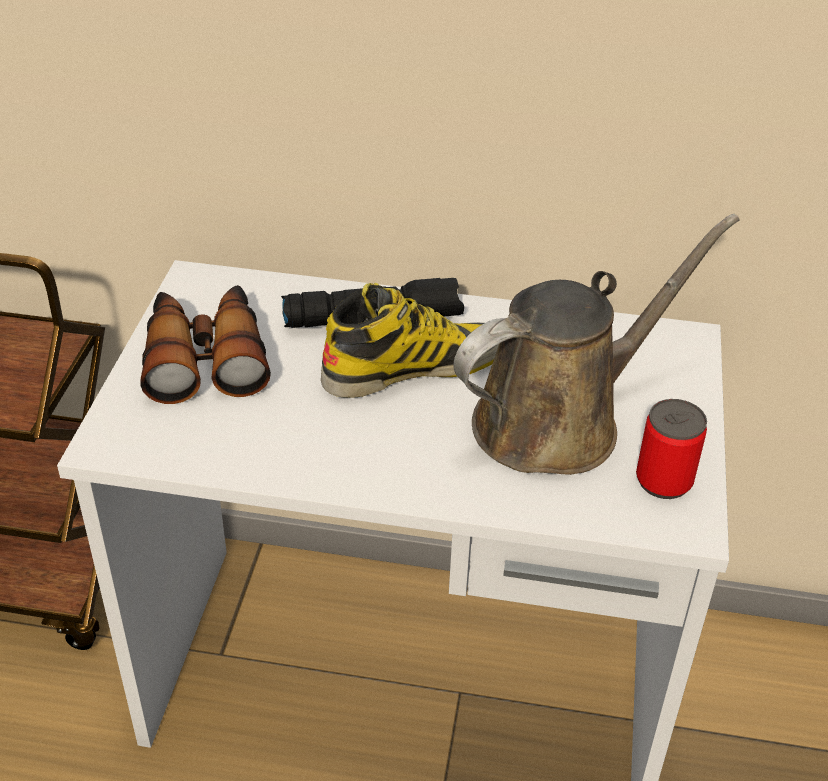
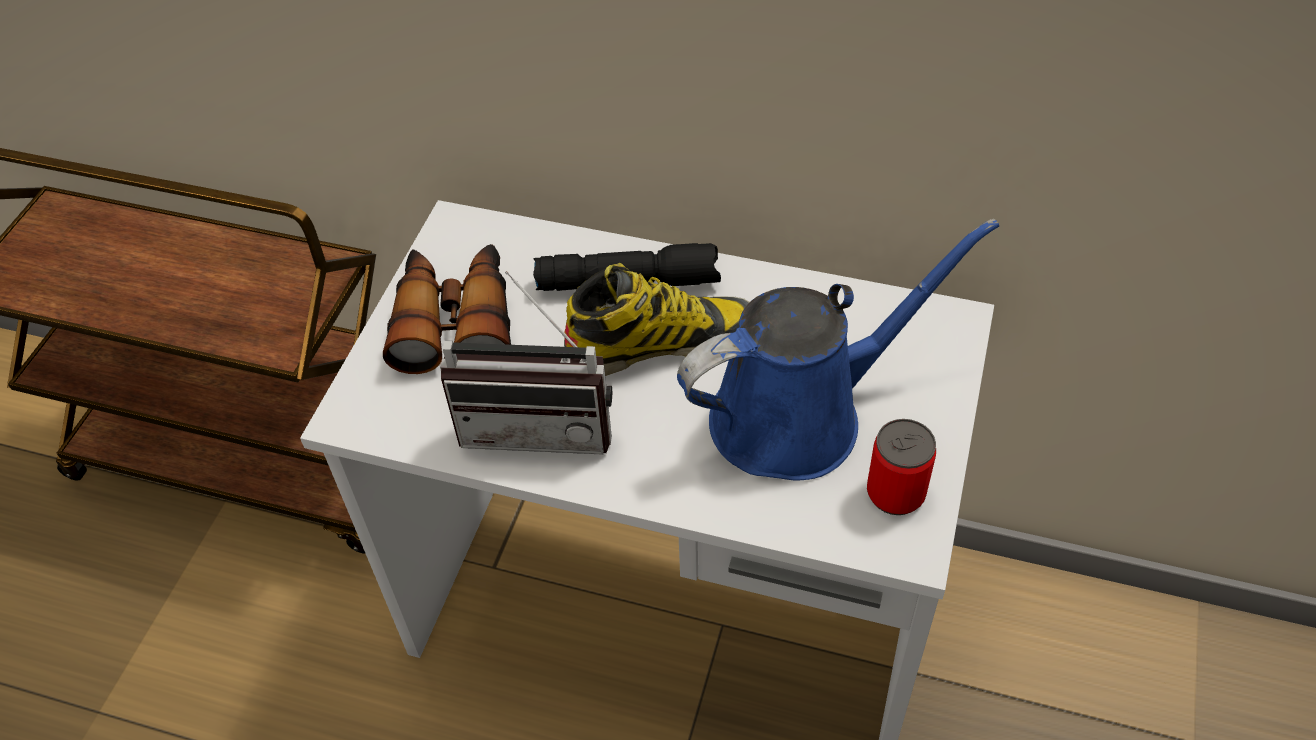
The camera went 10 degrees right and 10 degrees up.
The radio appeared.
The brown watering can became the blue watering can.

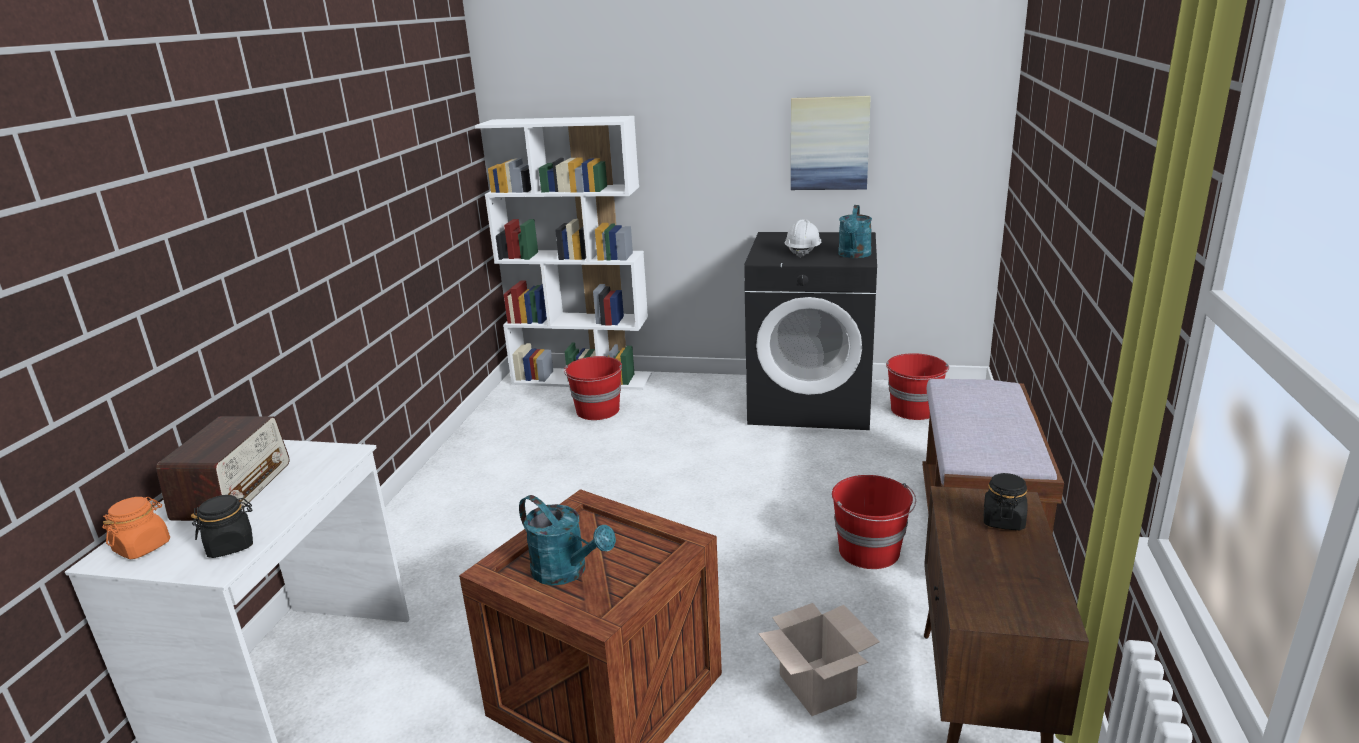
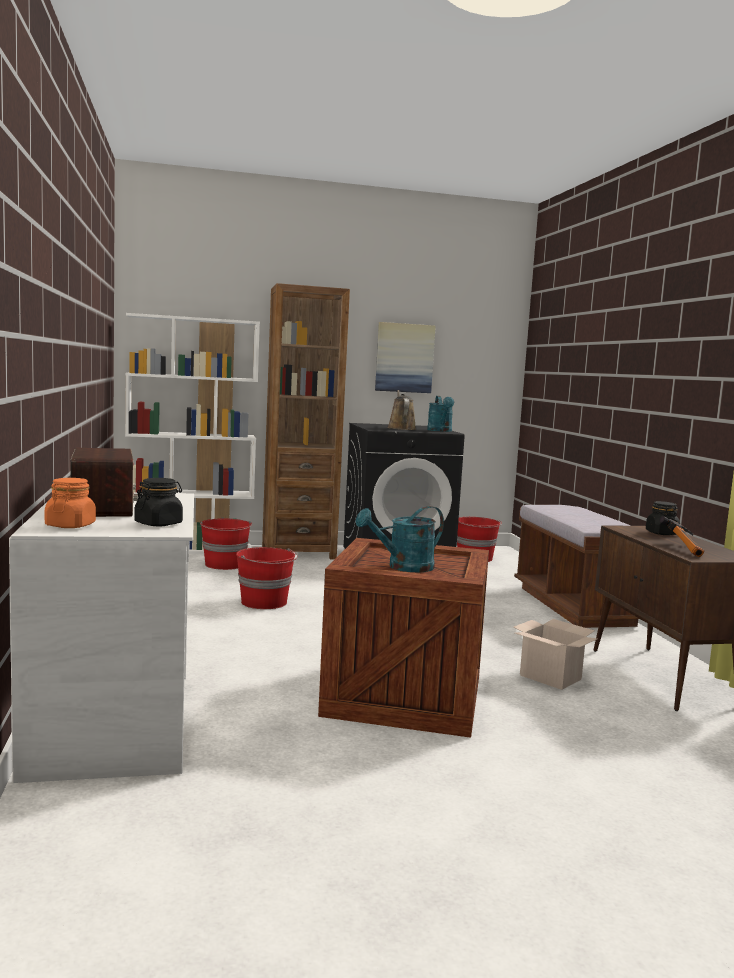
The camera went 25 degrees left and 15 degrees down.
The red bucket (2nd from left) moved.
The brown bookcase appeared.
The turquoise watering can (1st from left) turned 135 degrees clockwise.
The white hard hat was replaced by the brown watering can.
The hammer appeared.

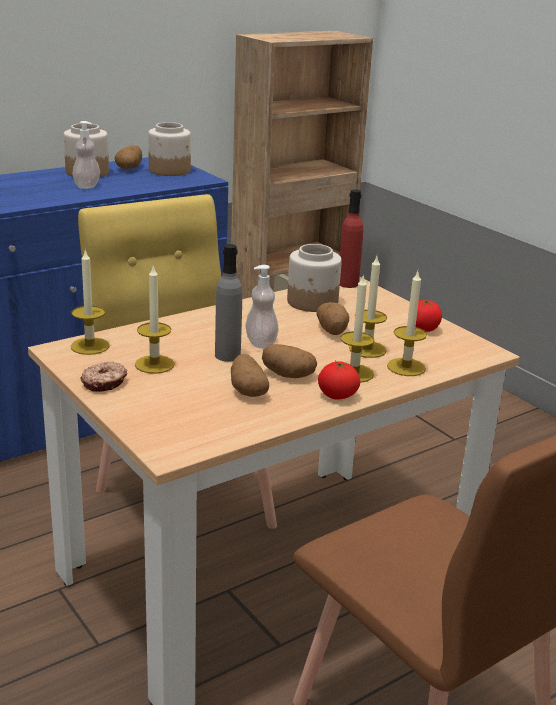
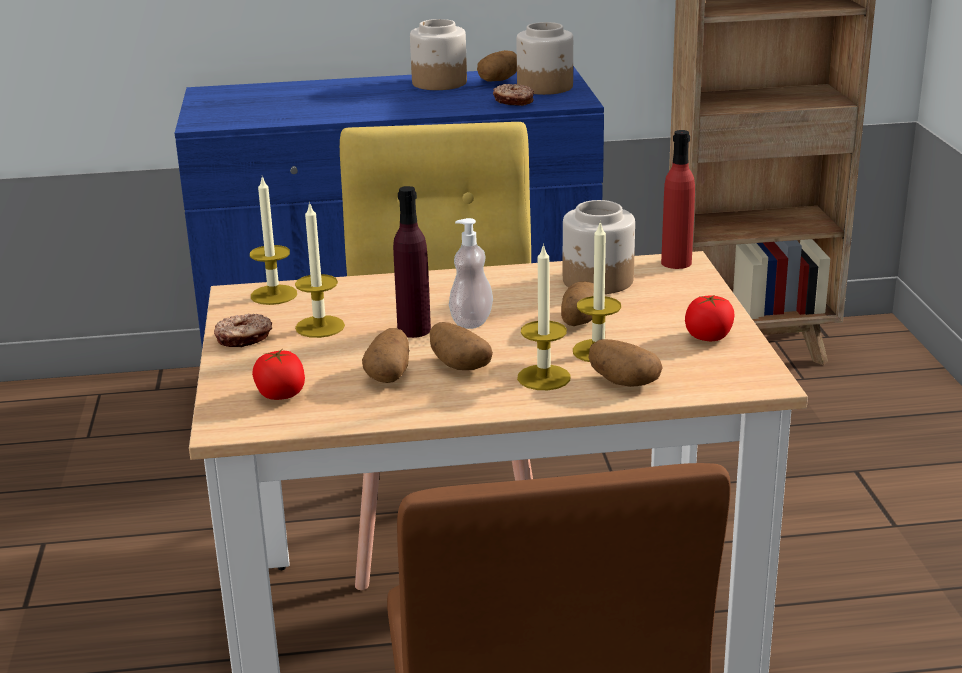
The camera went 30 degrees right and 0 degrees up.
The tomato (1st from left) moved.
The grey bottle became the purple bottle.
The donut (2nd from left) appeared.
The candle (5th from left) was replaced by the potato (5th from left).
The soap dispenser (1st from left) disappeared.

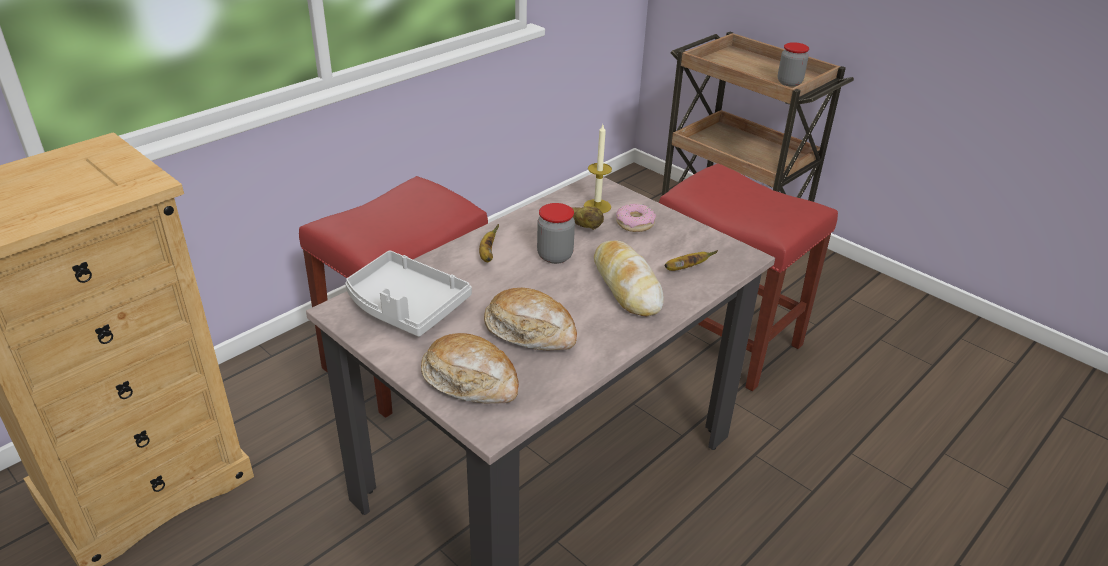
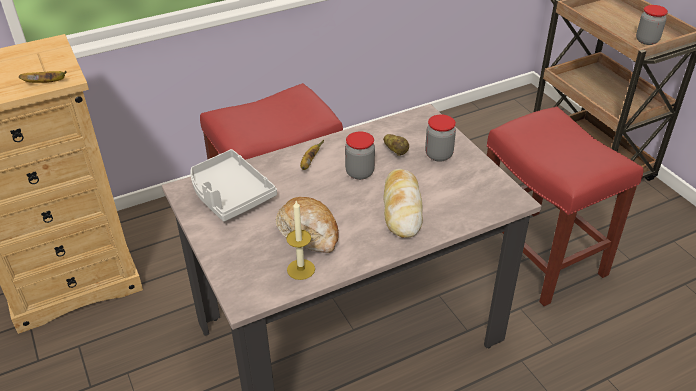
The camera went 20 degrees right and 5 degrees up.
The banana (2nd from left in the first image) moved.
The candle moved.
The donut was replaced by the jar (2nd from left).
The bread (1st from left) disappeared.

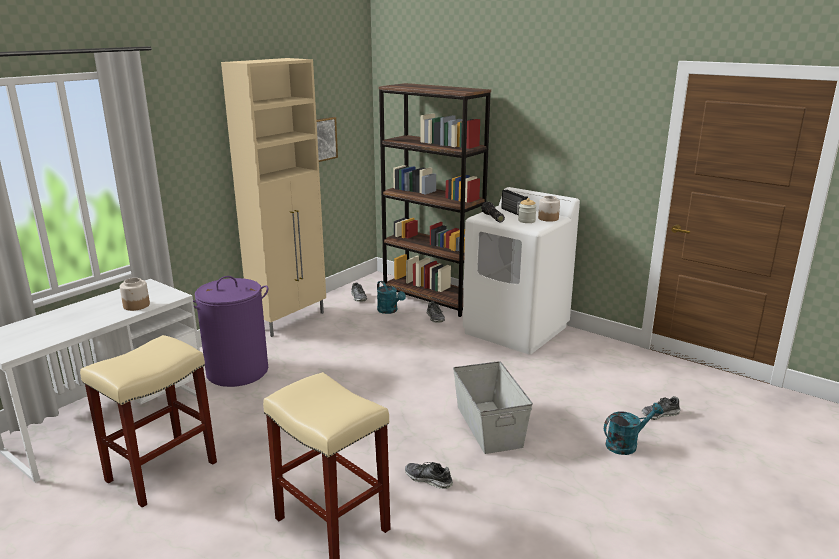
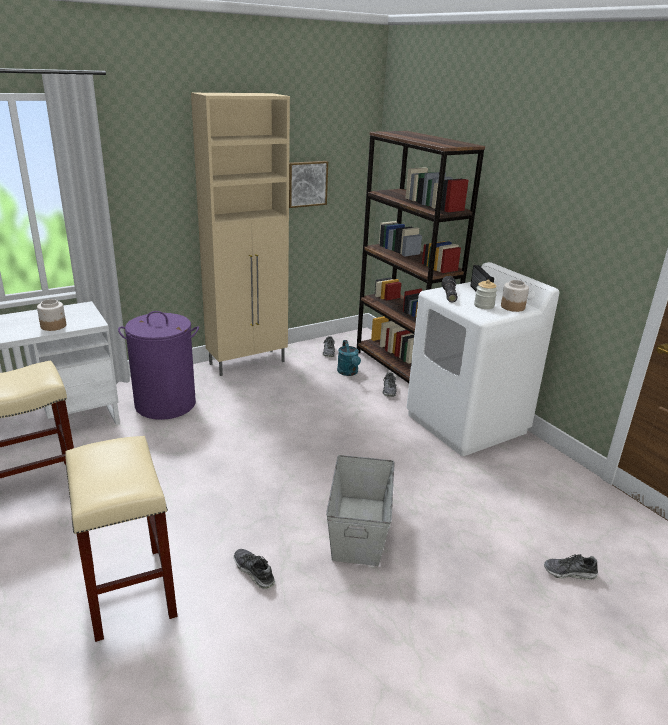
The camera went 20 degrees right and 5 degrees up.
The turquoise watering can (2nd from left) disappeared.

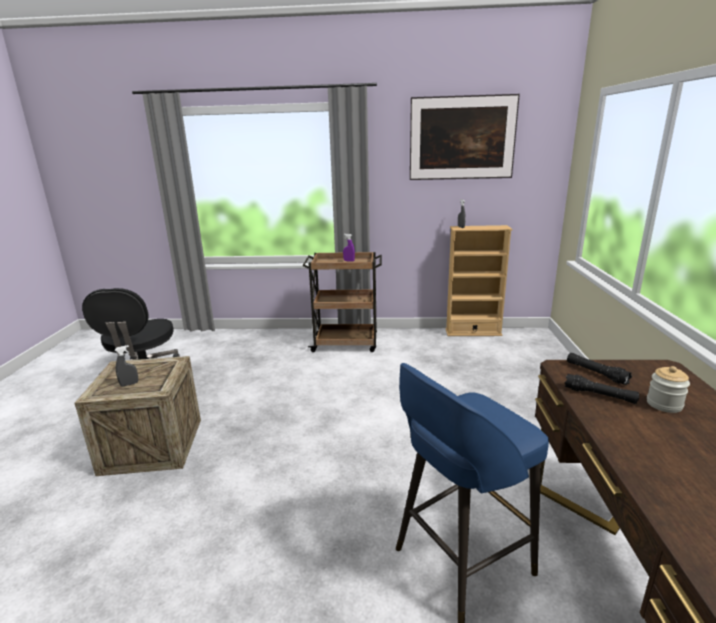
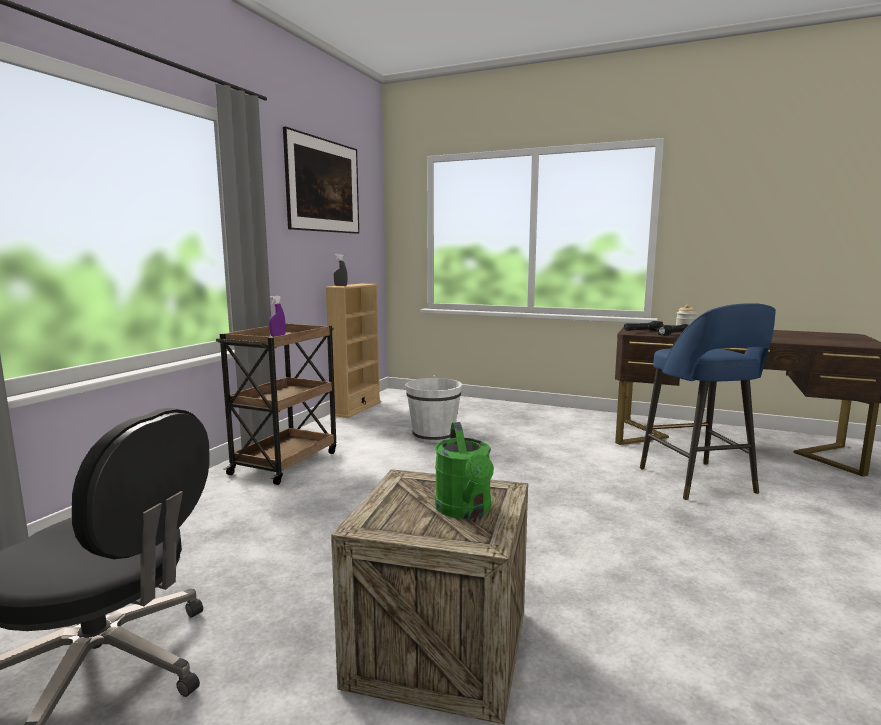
The camera went 70 degrees left and 10 degrees down.
The white bucket appeared.
The grey spray bottle (1st from left) was replaced by the green watering can.

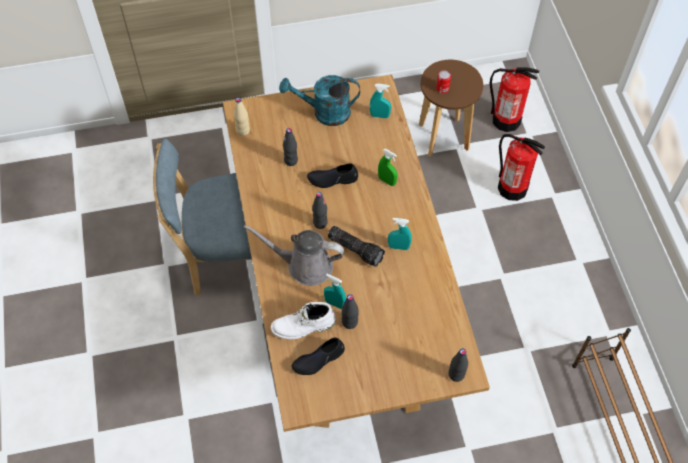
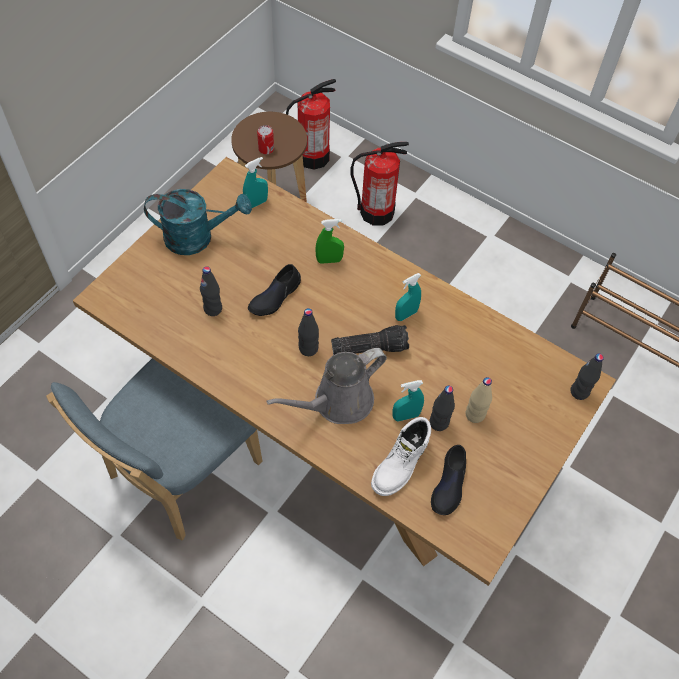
The camera went 45 degrees left and 0 degrees up.
The turquoise watering can turned 135 degrees counterclockwise.
The beige bottle moved.

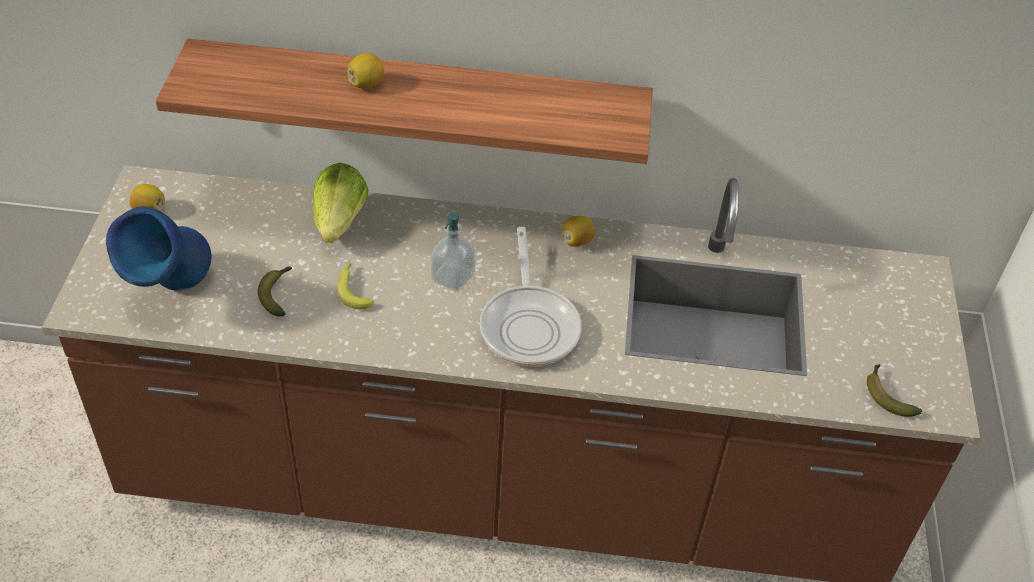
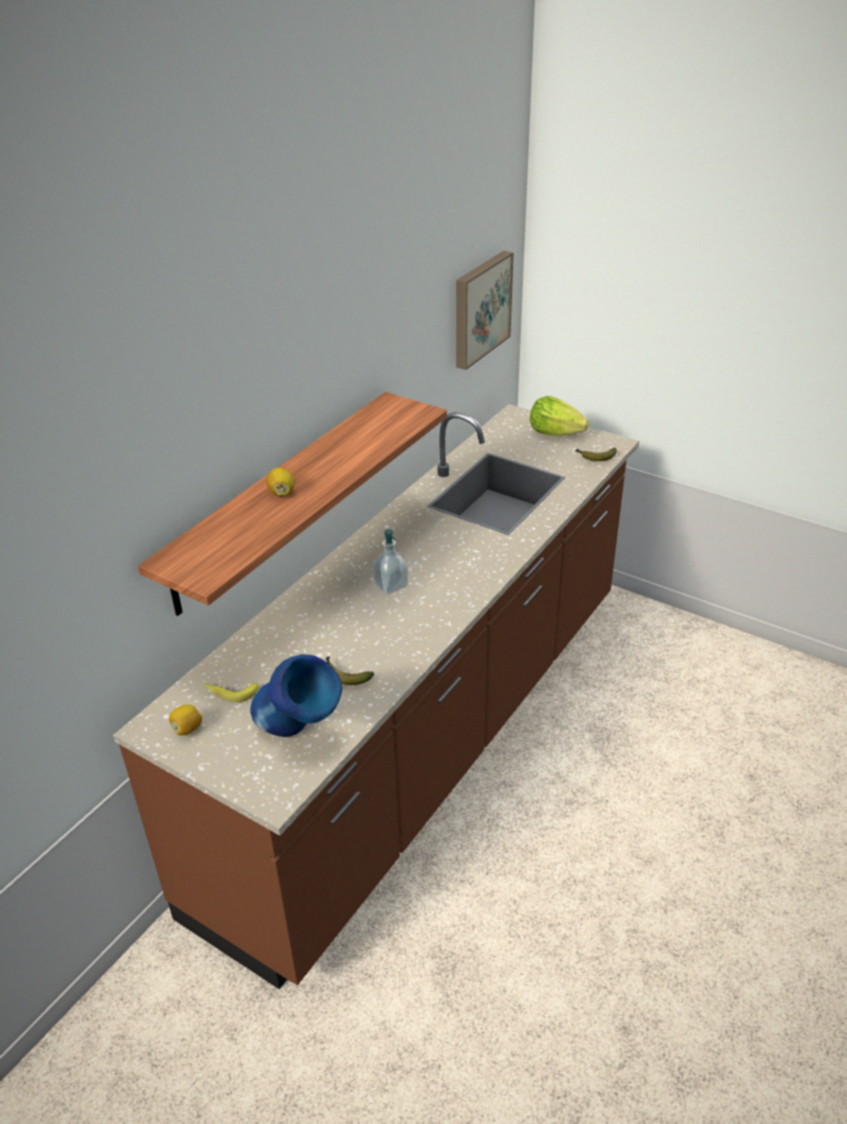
The camera went 60 degrees left and 10 degrees down.
The banana (2nd from left in the first image) moved.
The picture appeared.
The lettuce moved.
The frying pan disappeared.
The lemon (3rd from left) disappeared.

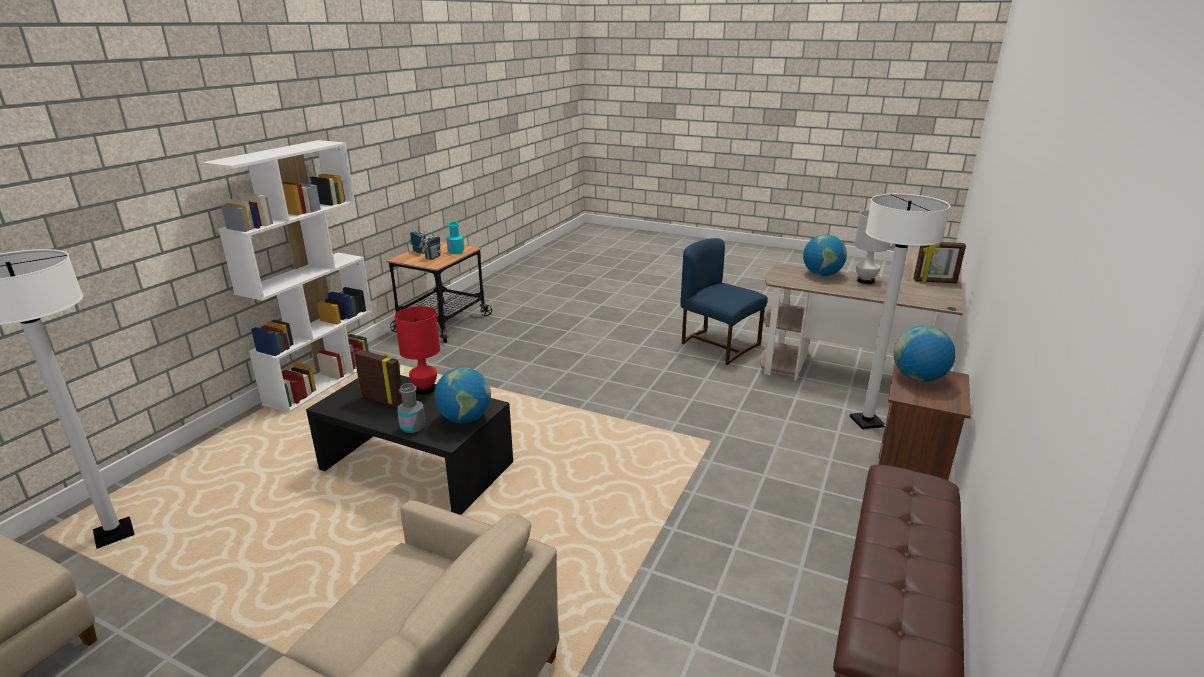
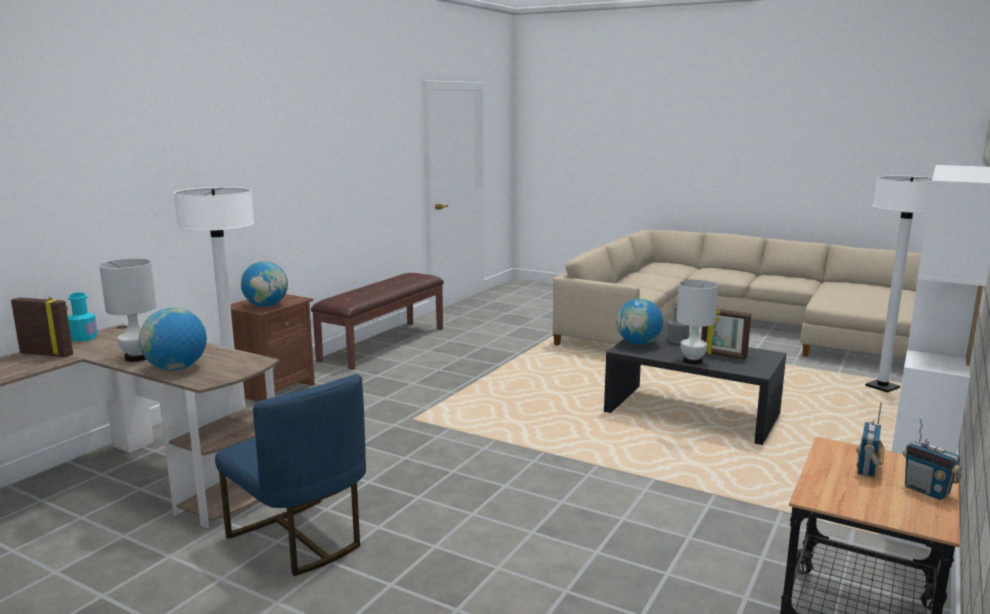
The camera went 175 degrees left and 10 degrees down.
The turquoise bottle moved.
The red table lamp became the white table lamp (2nd from left).

